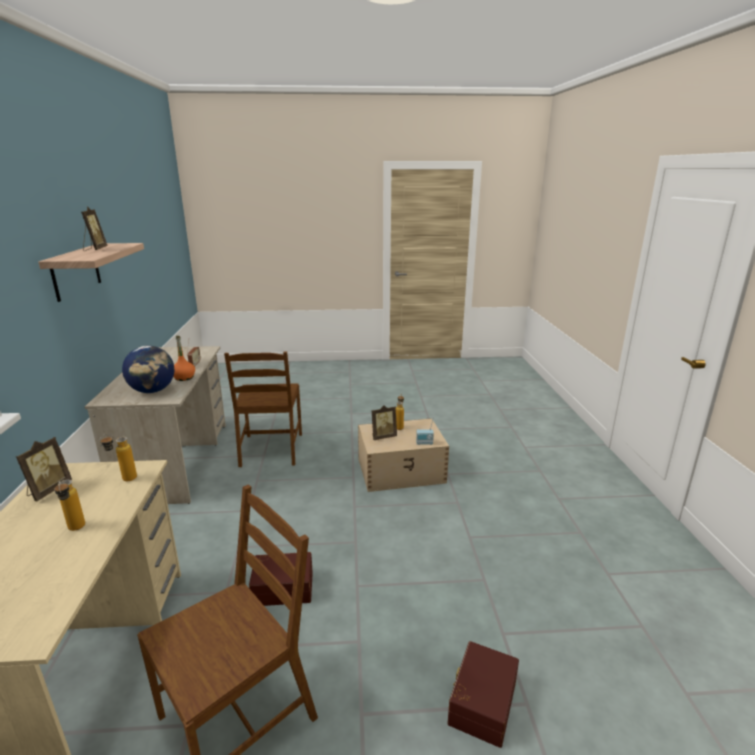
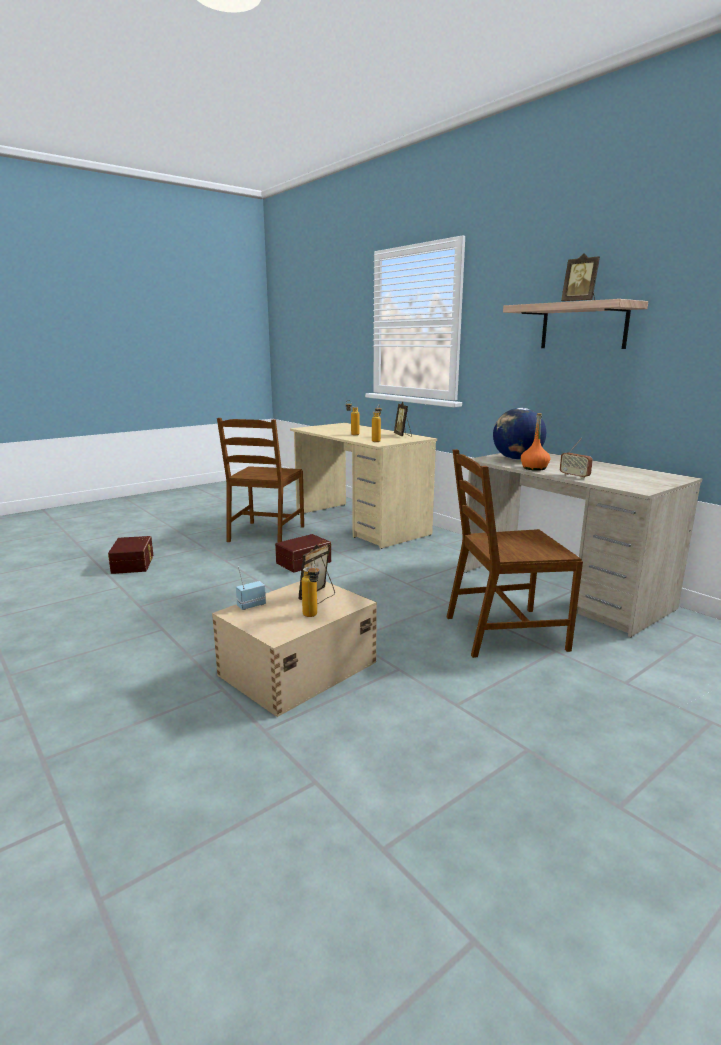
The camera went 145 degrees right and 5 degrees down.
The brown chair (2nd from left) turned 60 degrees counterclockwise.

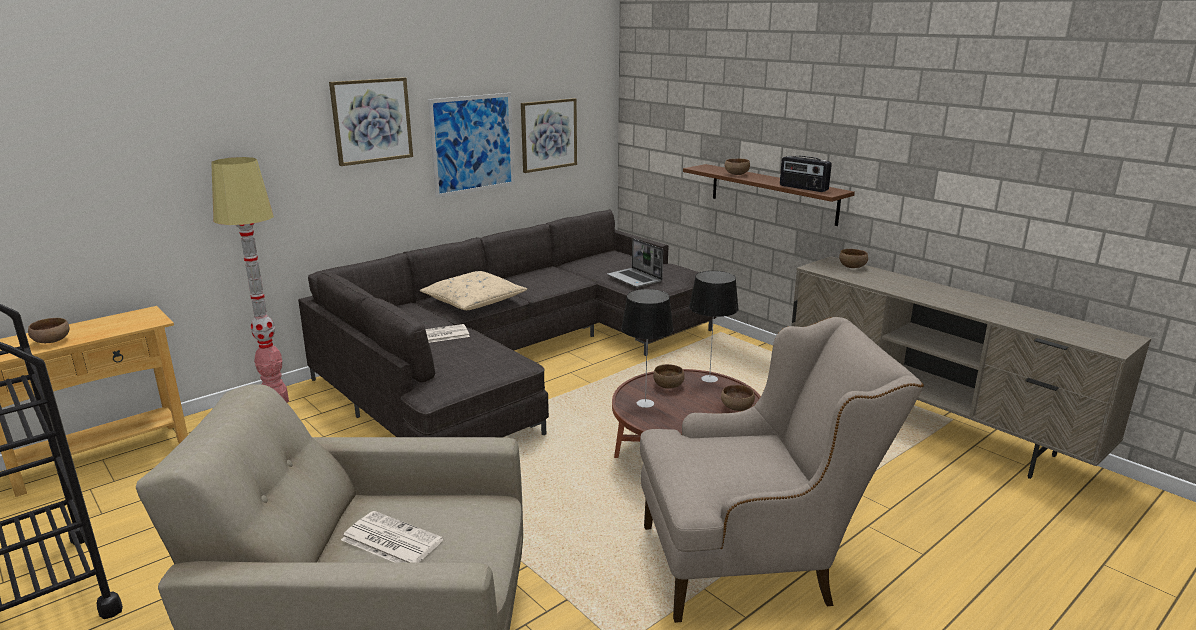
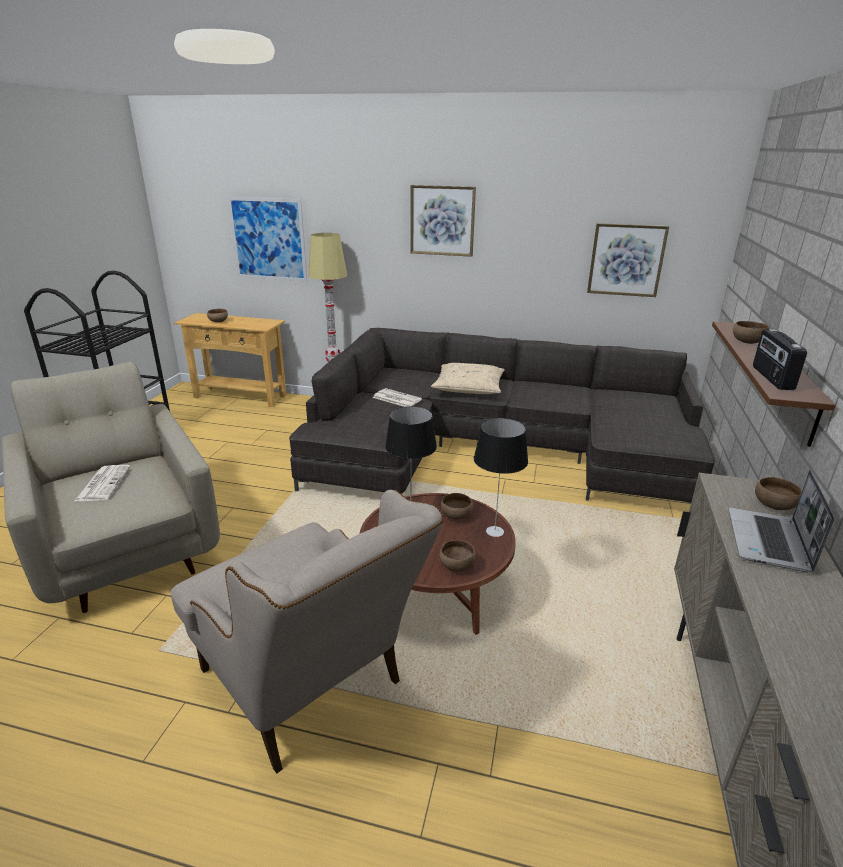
The camera went 55 degrees right and 5 degrees up.
The picture (2nd from left in the first image) moved.
The laptop moved.

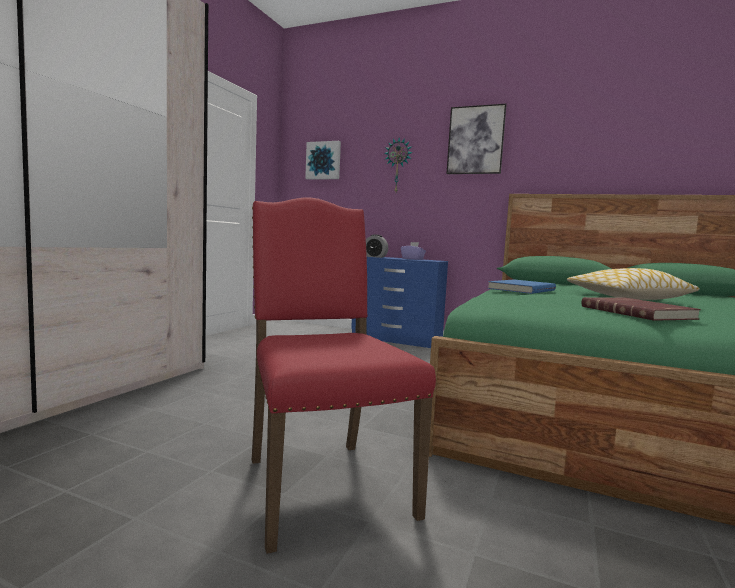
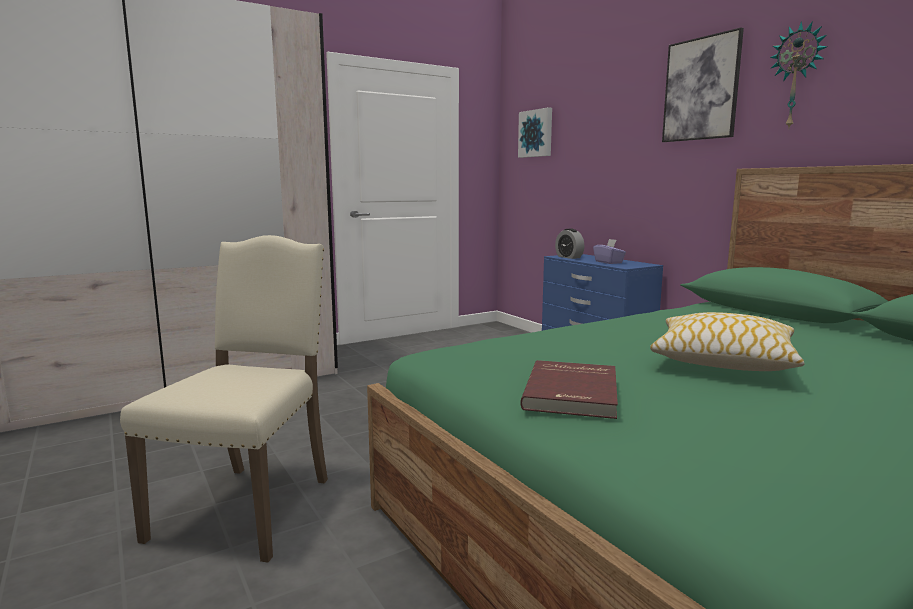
The camera went 35 degrees right and 5 degrees up.
The red chair became the beige chair.
The wall clock moved.
The blue book disappeared.

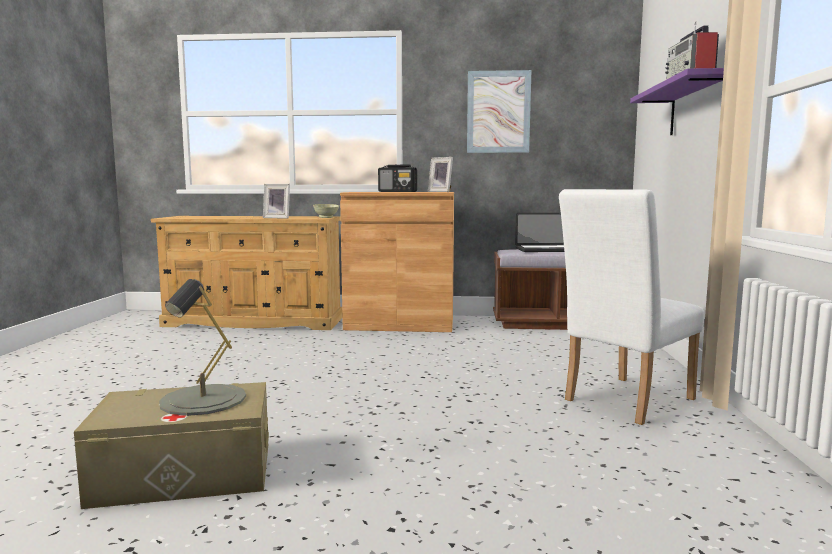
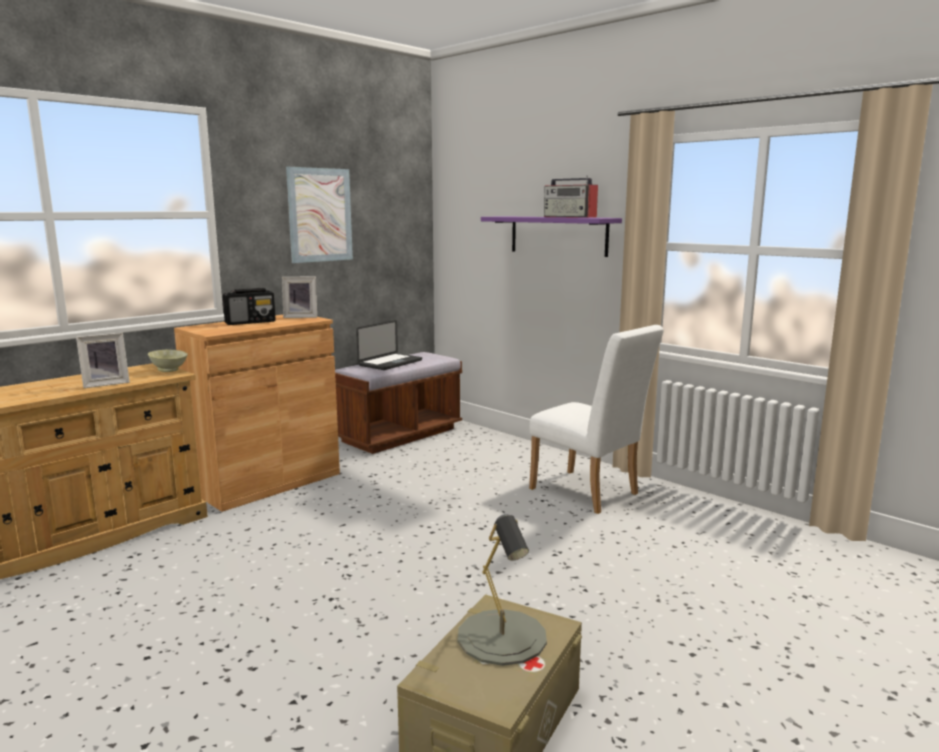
The camera went 50 degrees left and 5 degrees up.
The white chair turned 45 degrees counterclockwise.

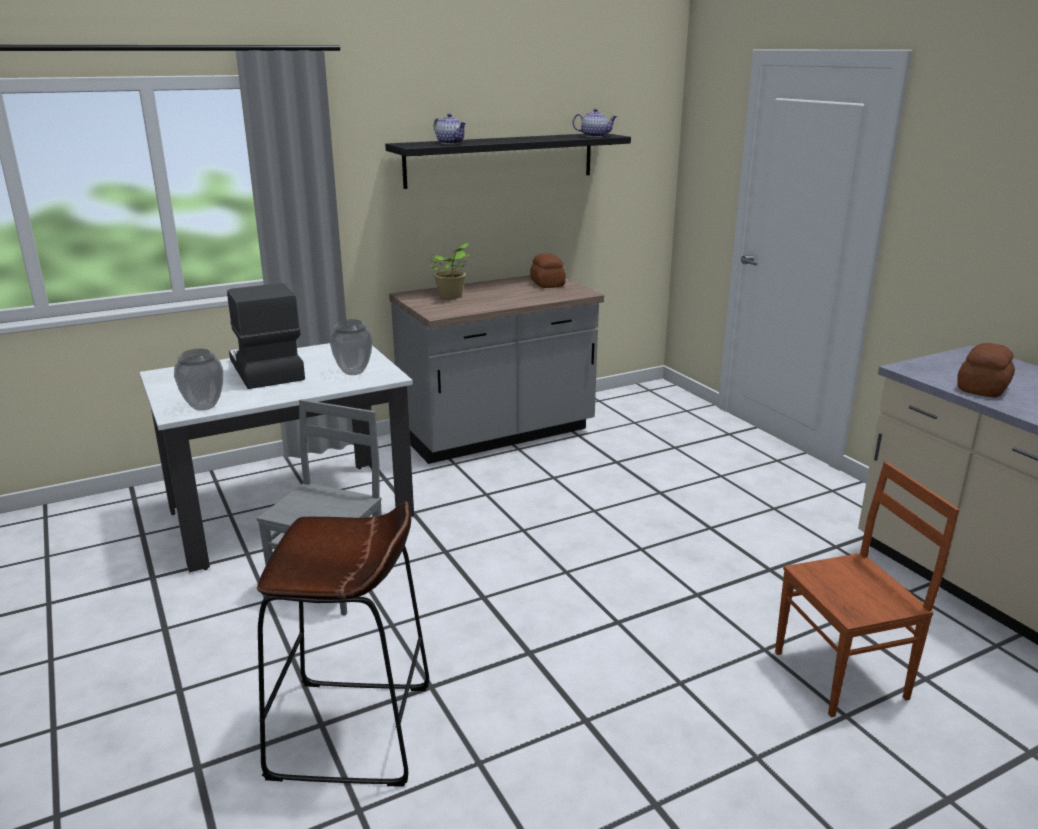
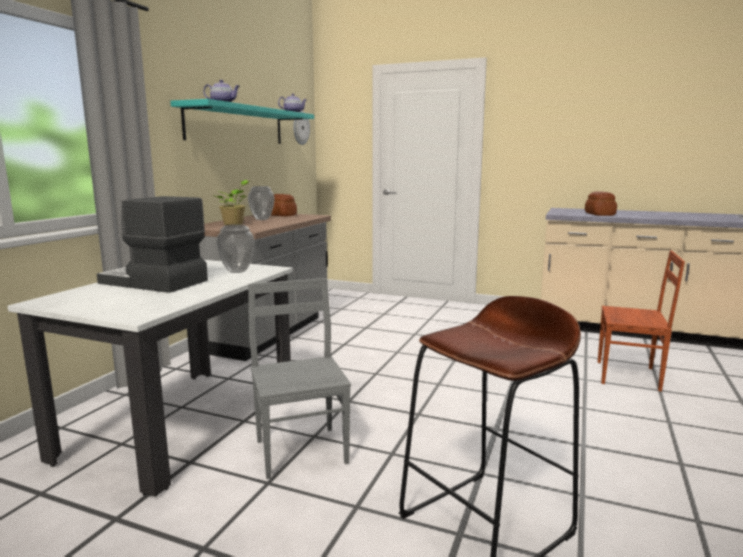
The camera went 40 degrees left and 10 degrees down.
The black shelf became the turquoise shelf.
The vase (1st from left in the first image) moved.
The wall clock appeared.
The brown chair turned 75 degrees clockwise.

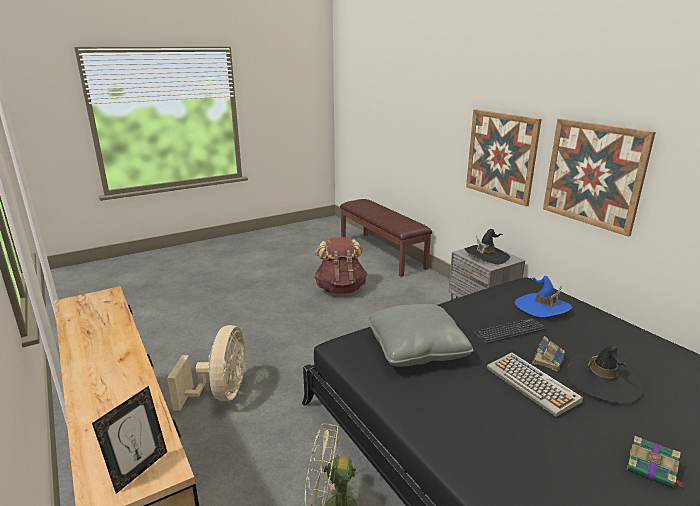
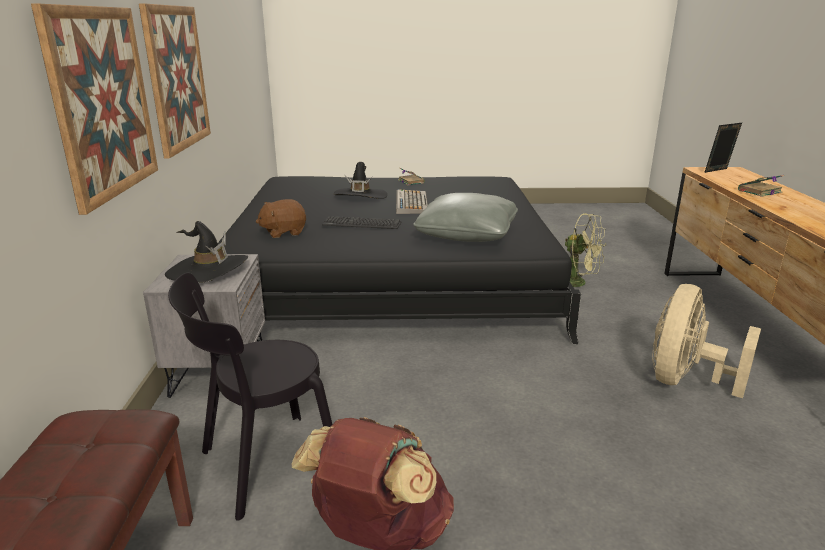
The camera went 150 degrees left and 0 degrees up.
The black chair appeared.
The blue hat was replaced by the brown plush toy.
The book (1st from left in the first image) moved.

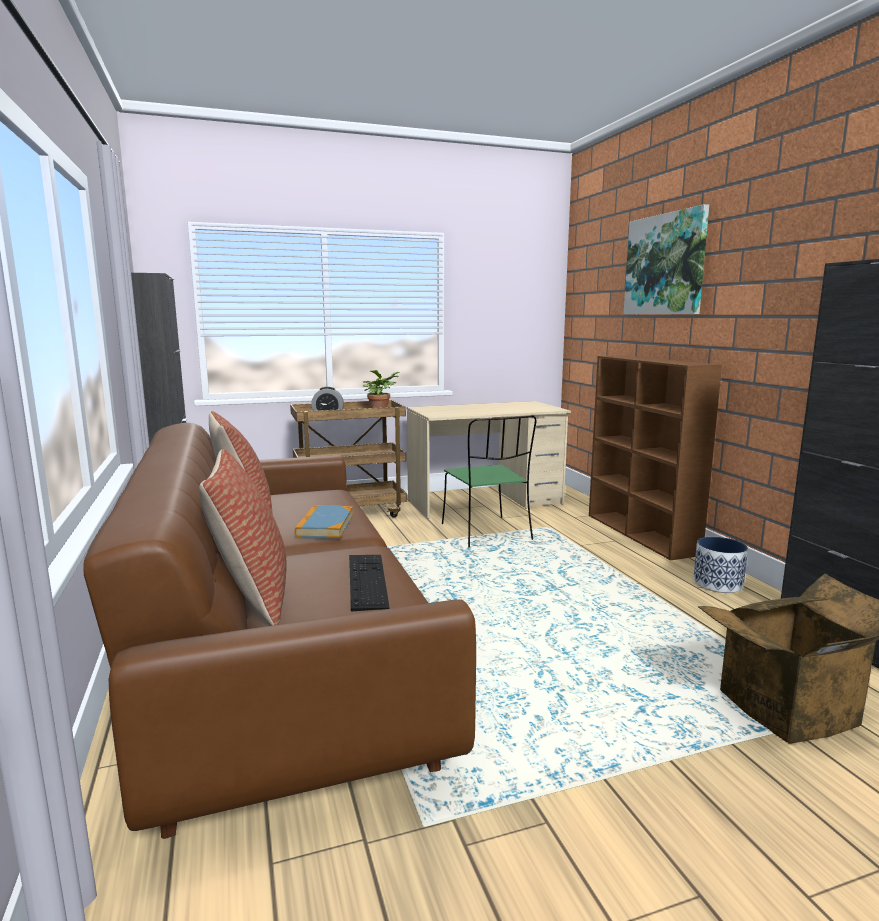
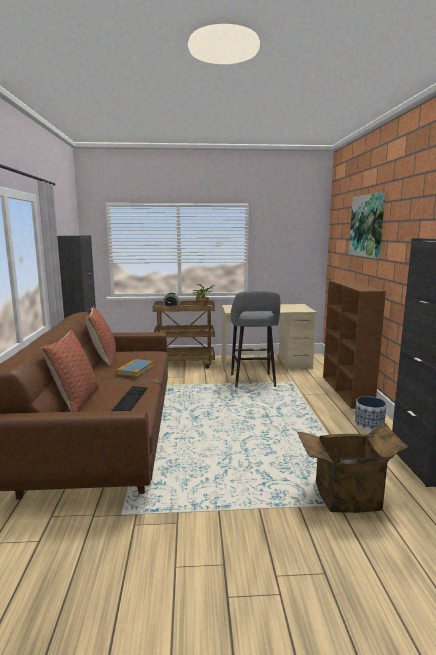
The camera went 15 degrees right and 0 degrees up.
The green chair was replaced by the grey stool.

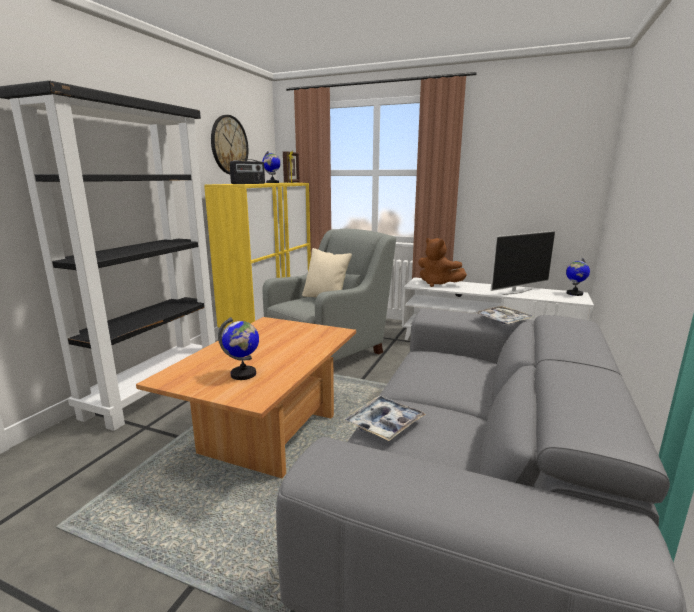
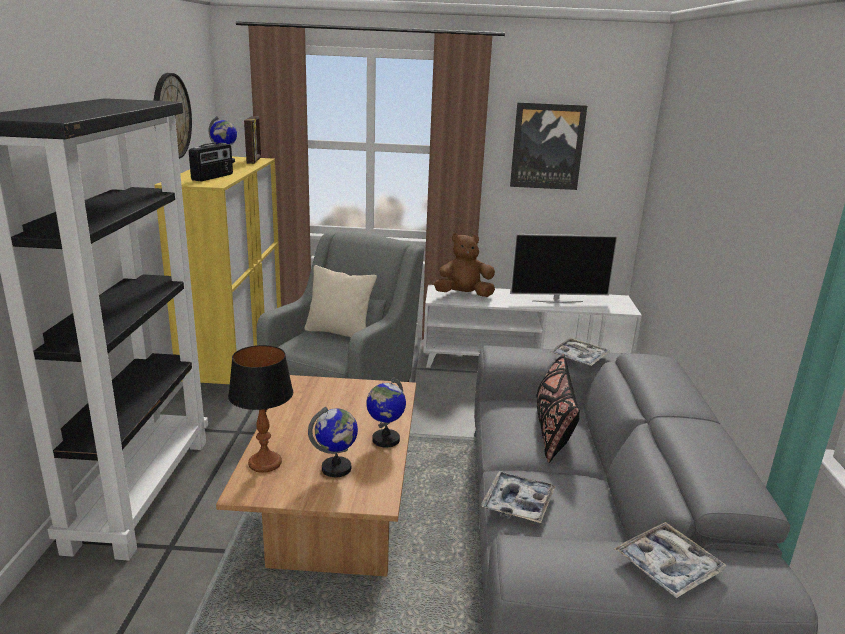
The camera went 20 degrees left and 5 degrees up.
The table lamp appeared.
The globe (3rd from left) moved.
The brown plush toy turned 150 degrees clockwise.
The picture appeared.
The television turned 45 degrees clockwise.
The black pillow appeared.
The tray (3rd from left) appeared.

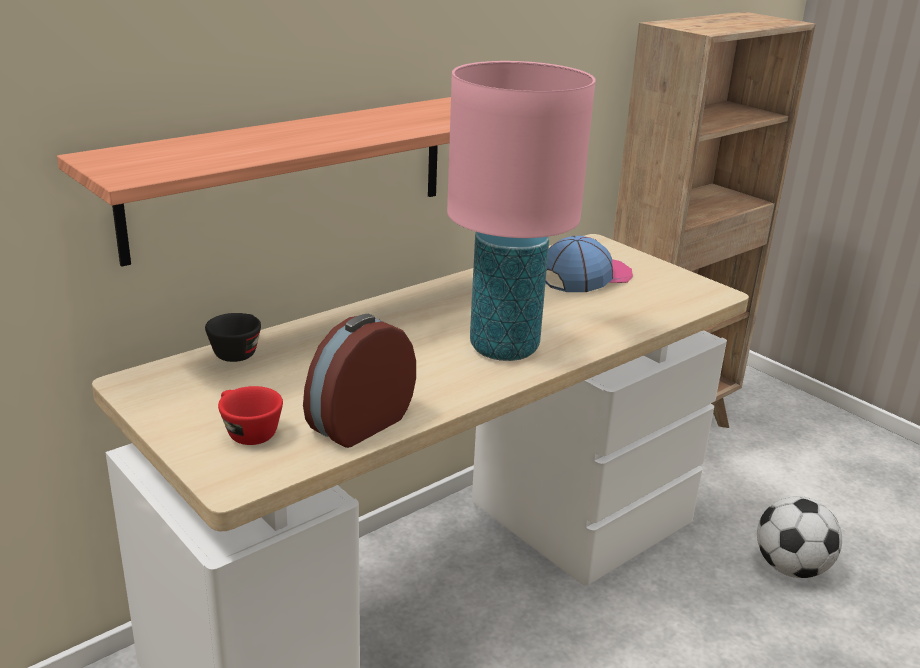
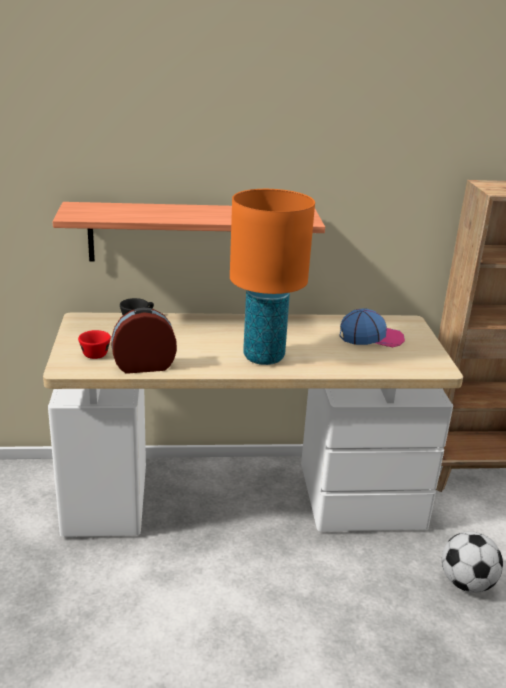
The camera went 35 degrees right and 0 degrees up.
The pink table lamp became the orange table lamp.

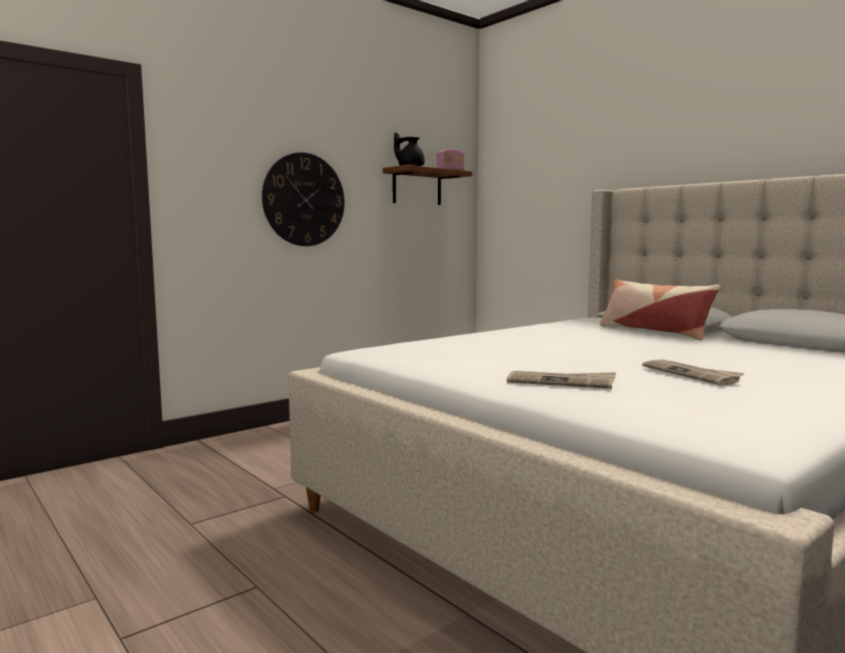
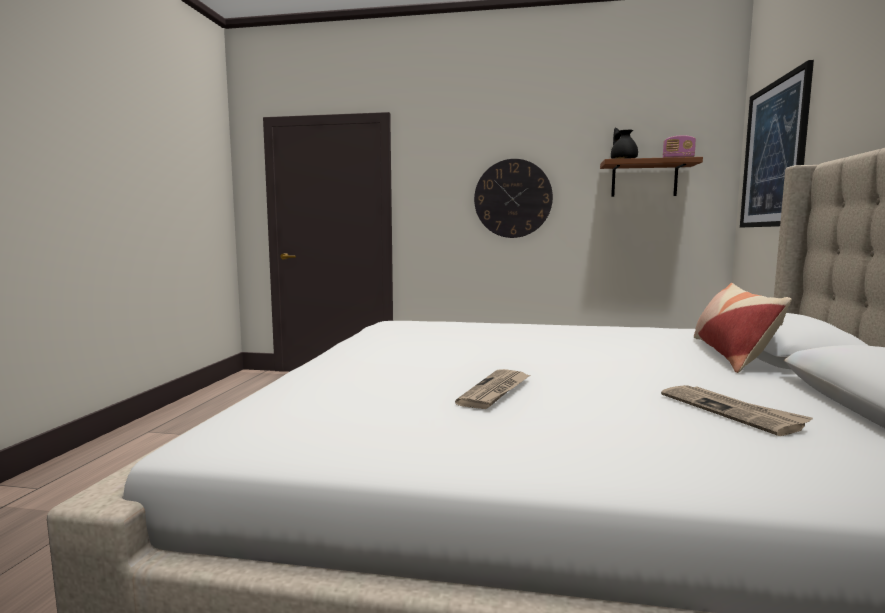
The camera went 50 degrees right and 0 degrees up.
The newspaper (1st from left in the first image) moved.
The picture appeared.

